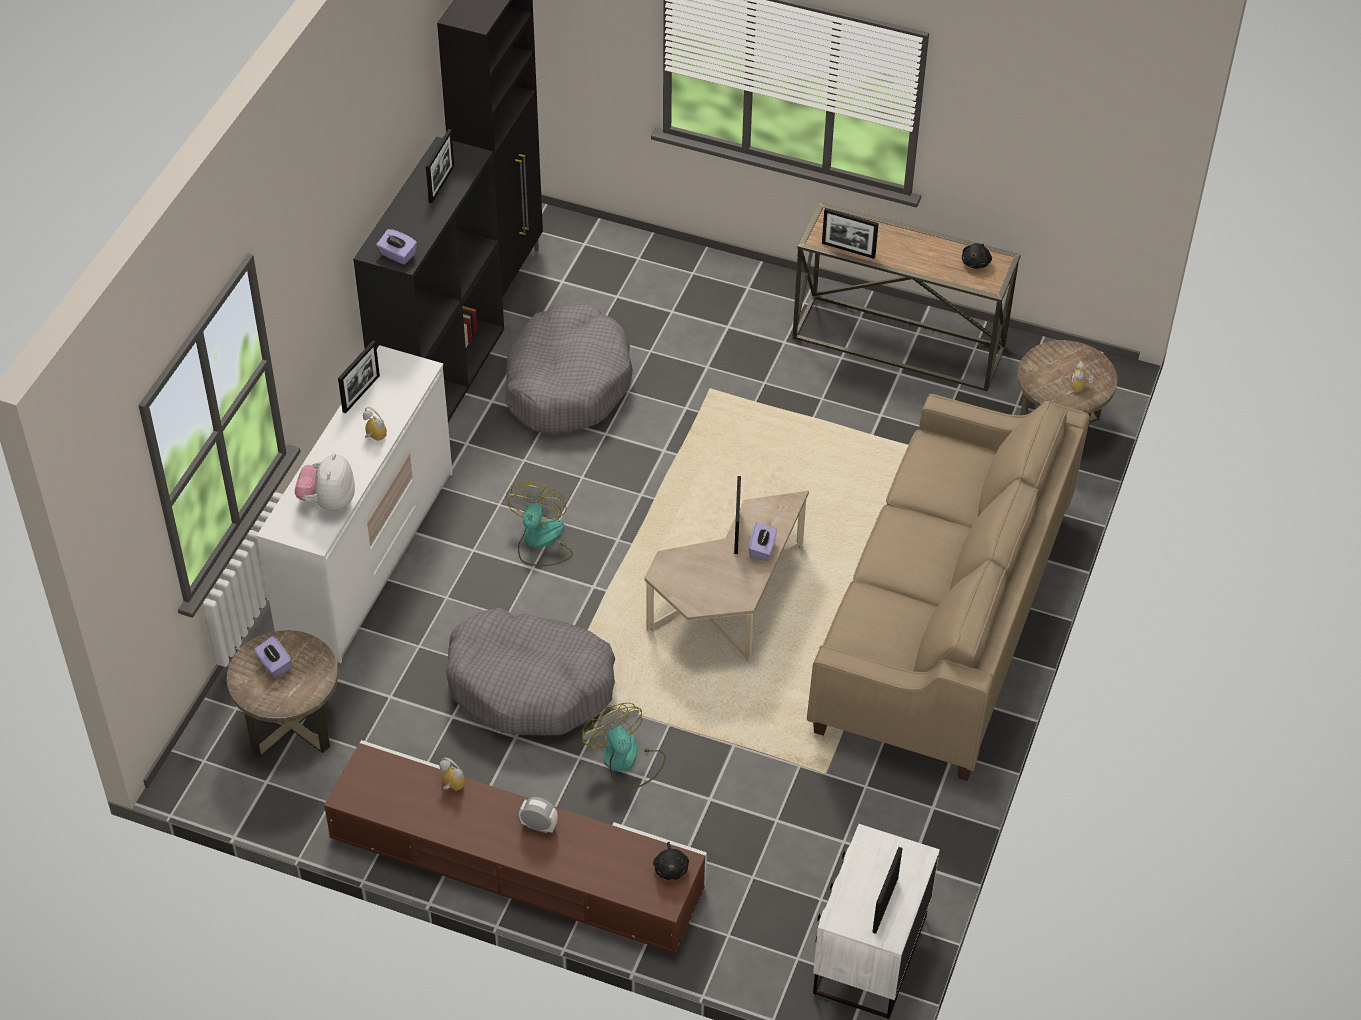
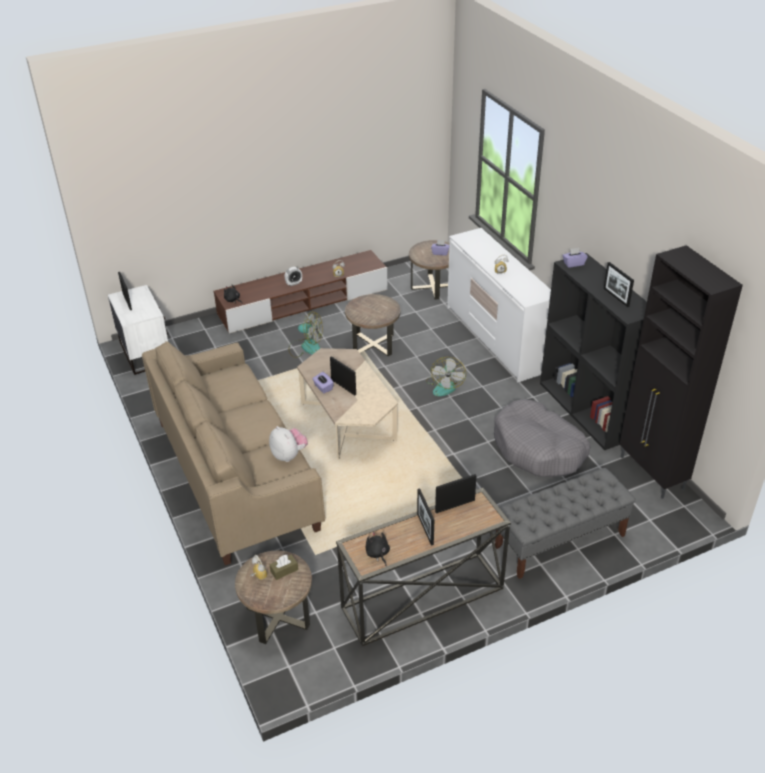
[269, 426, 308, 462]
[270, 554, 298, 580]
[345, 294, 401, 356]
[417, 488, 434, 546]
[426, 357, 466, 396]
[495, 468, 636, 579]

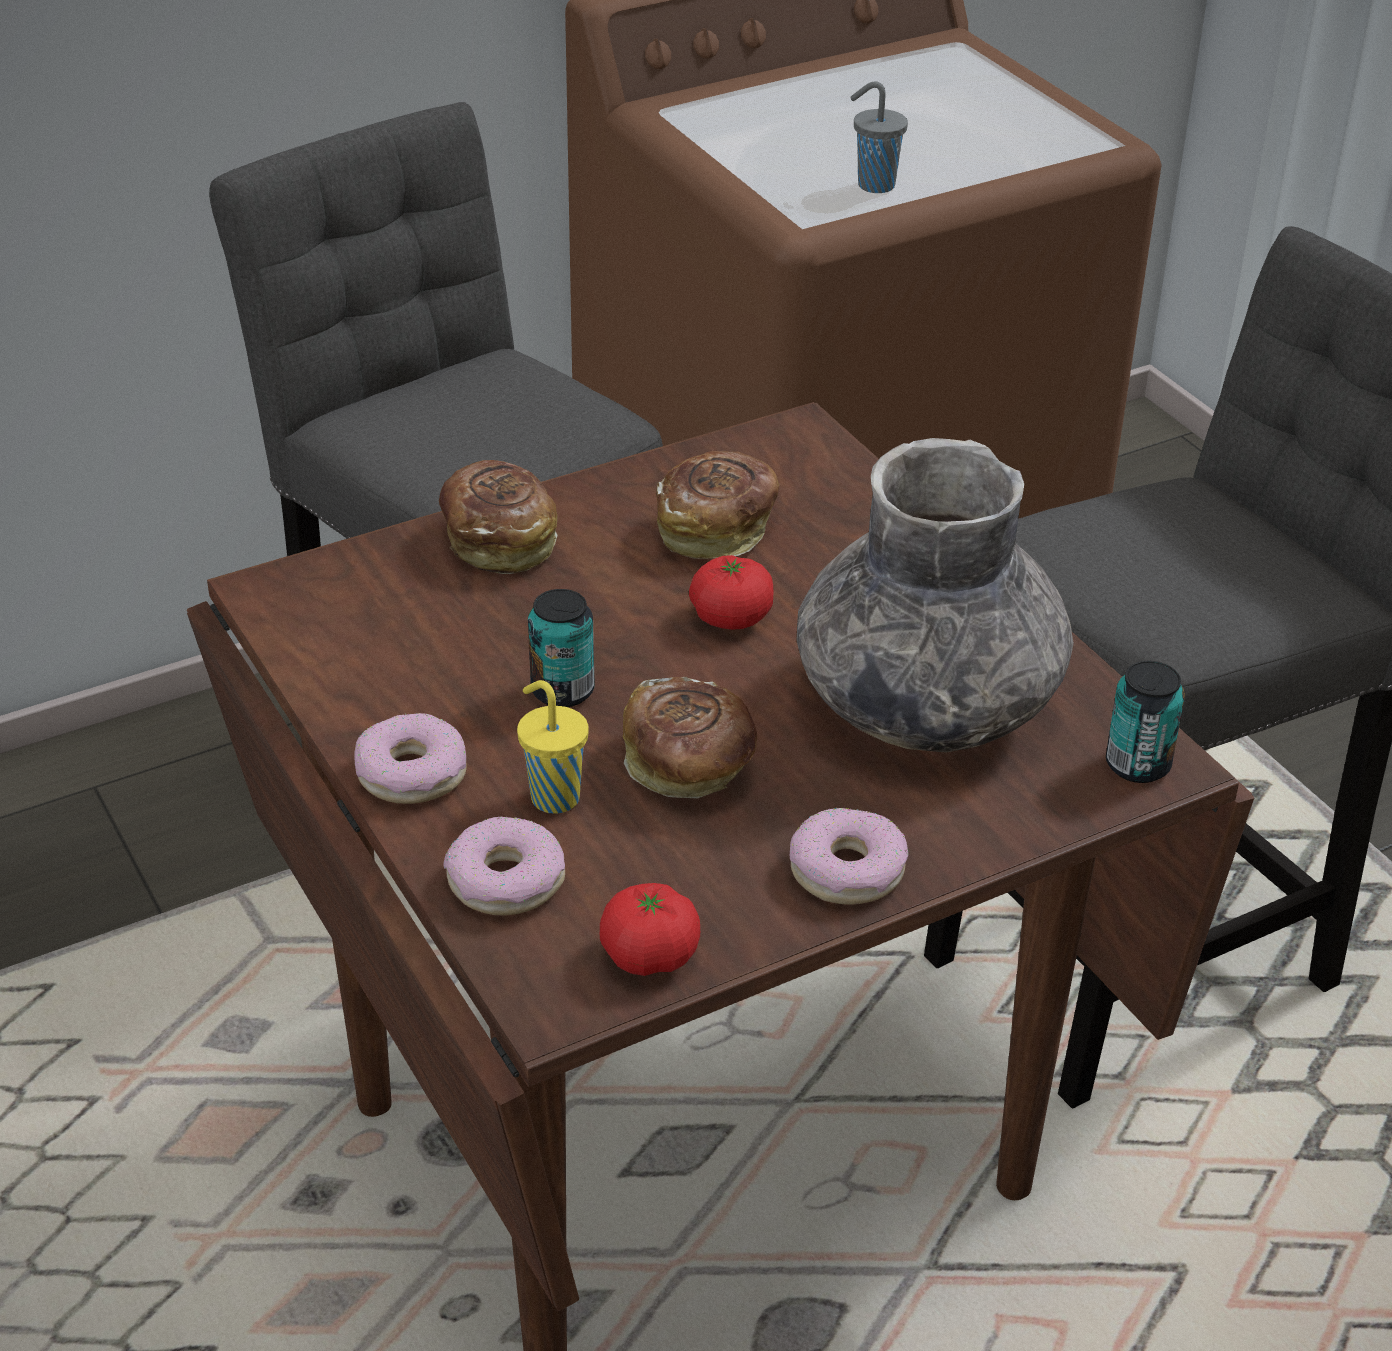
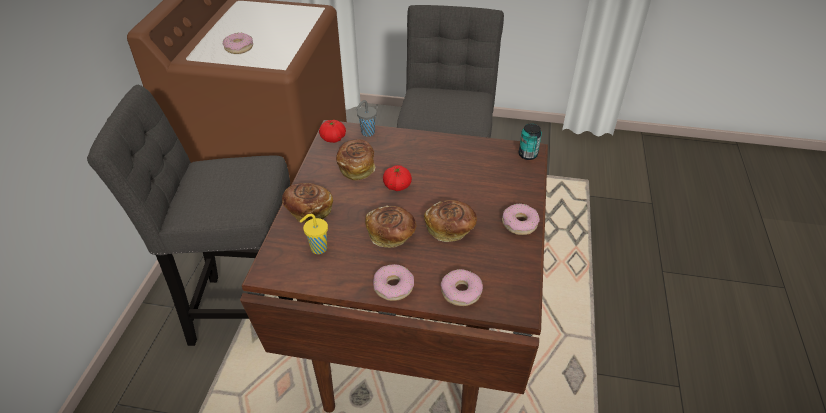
[223, 33, 253, 54]
[300, 214, 328, 254]
[319, 120, 346, 143]
[356, 100, 377, 137]
[365, 206, 417, 248]
[796, 438, 1074, 753] (first image)

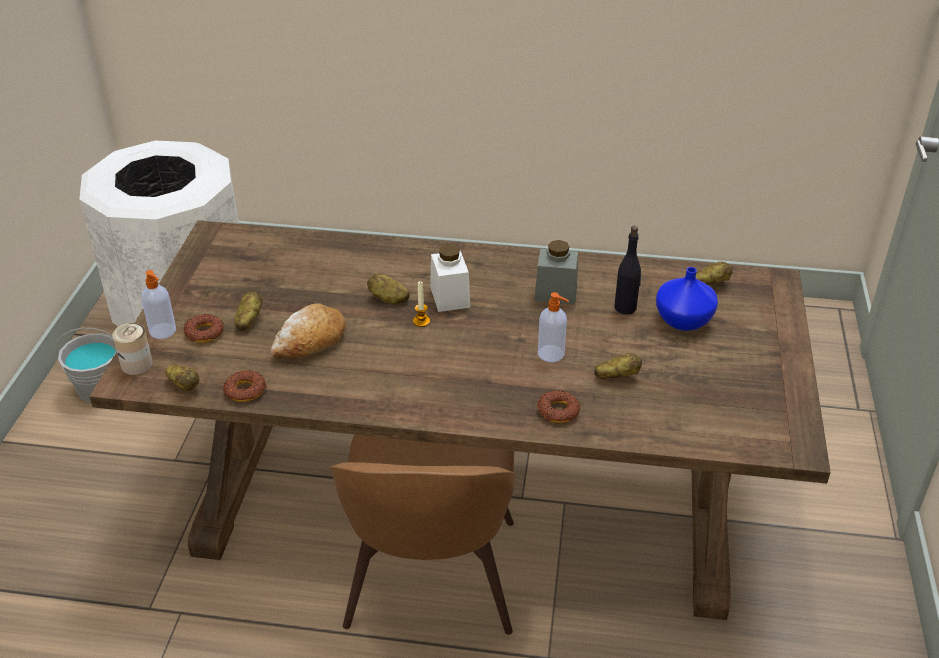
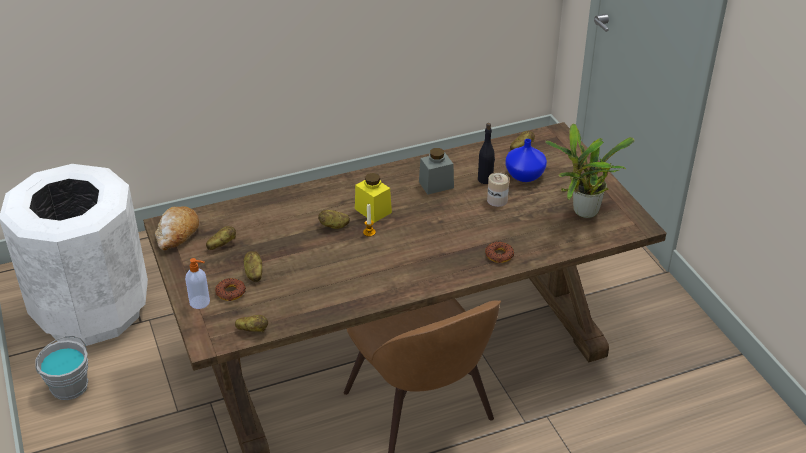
[155, 206, 199, 250]
[206, 226, 236, 250]
[355, 173, 392, 223]
[487, 172, 509, 207]
[545, 123, 635, 218]
[223, 370, 266, 402] (first image)
[538, 292, 569, 362] (first image)

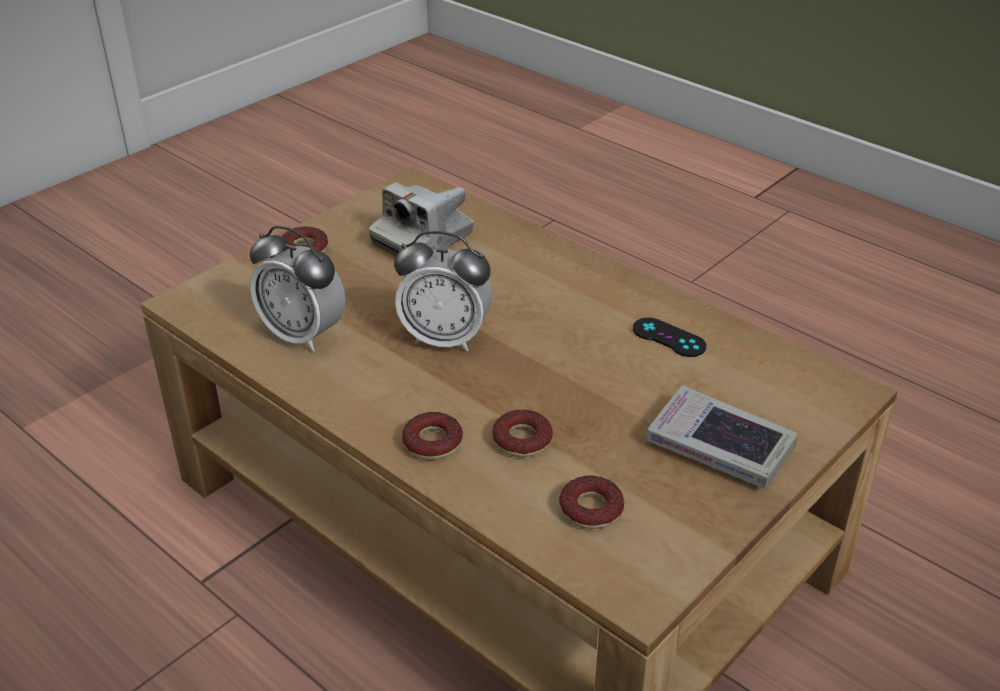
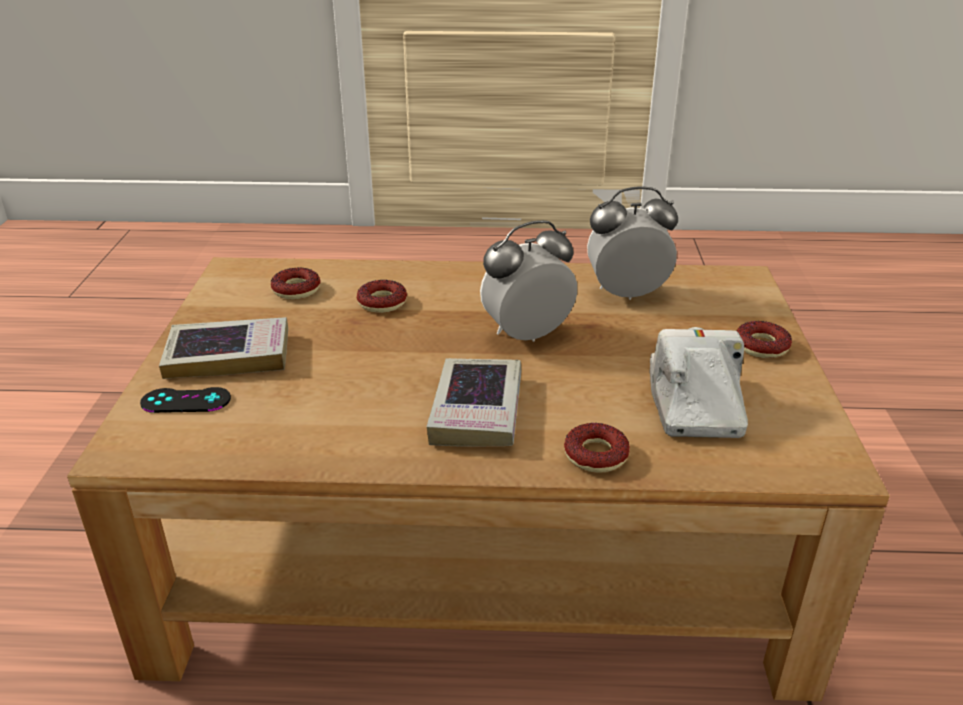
[140, 387, 231, 413]
[427, 358, 522, 447]
[564, 423, 630, 473]

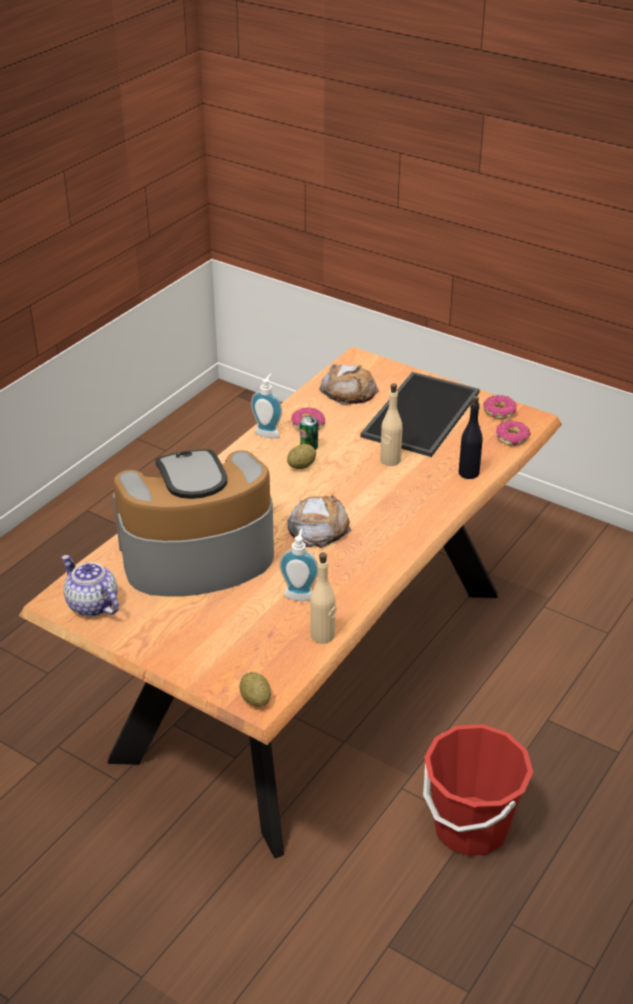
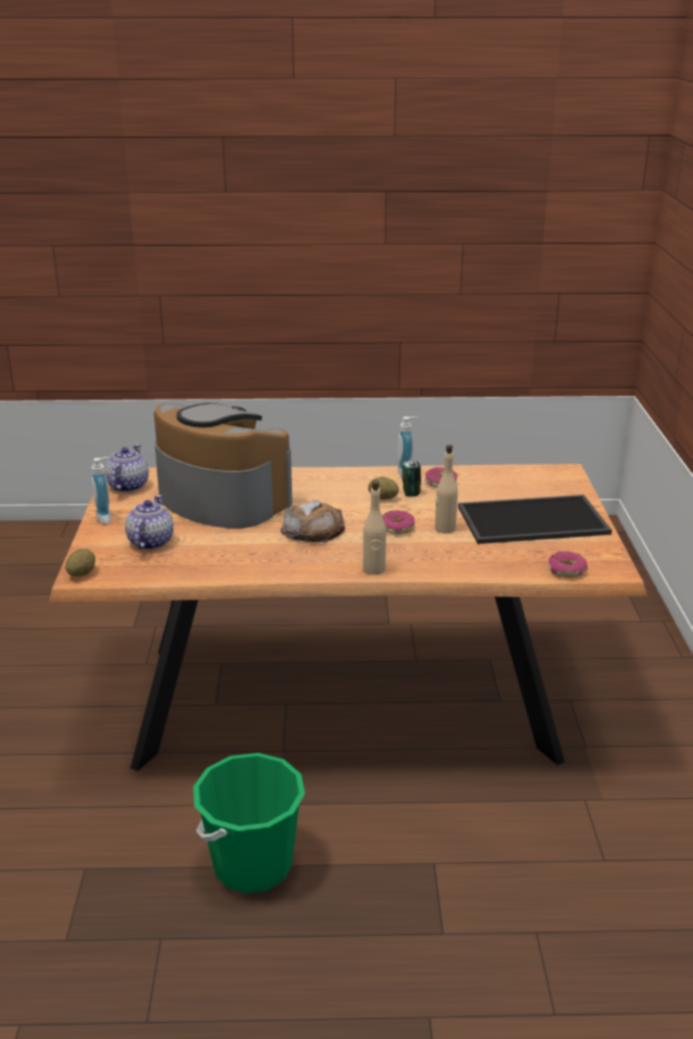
[91, 457, 111, 524]
[125, 495, 174, 550]
[193, 753, 305, 894]
[363, 481, 386, 575]
[382, 510, 415, 534]
[319, 364, 379, 405] (first image)
[459, 396, 482, 479] (first image)

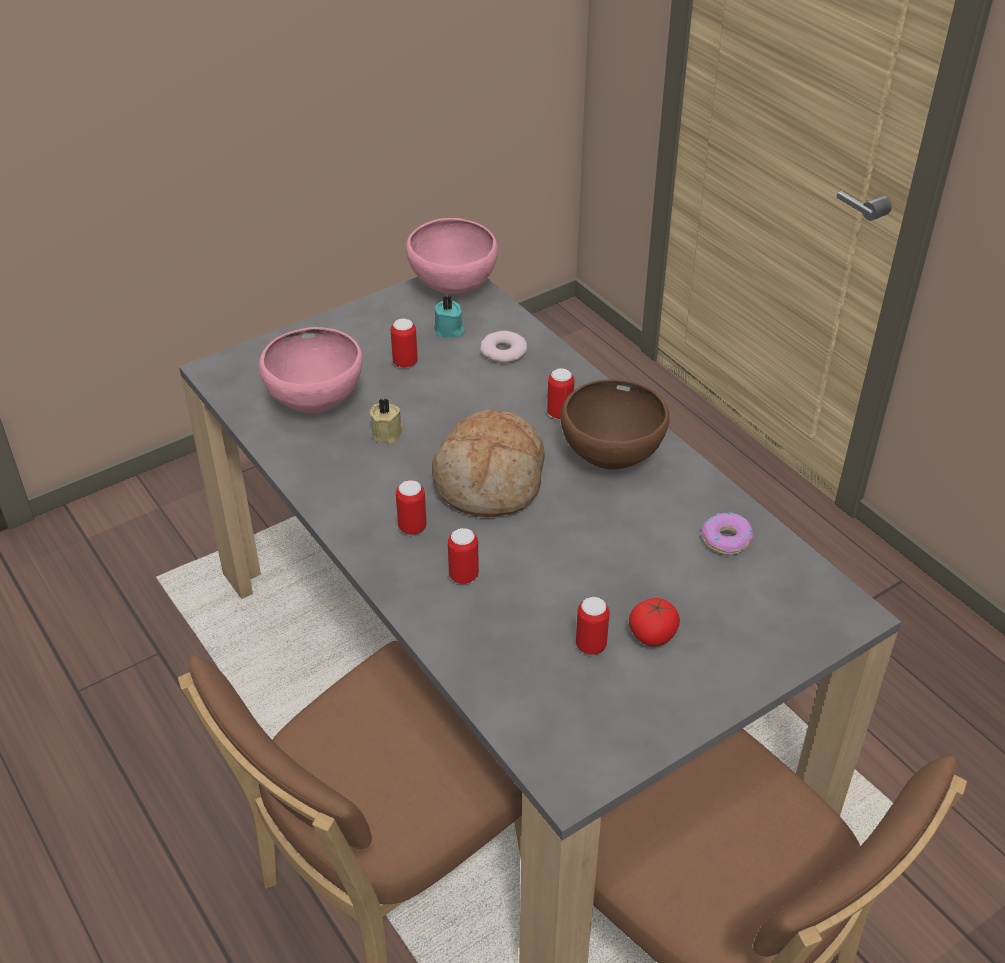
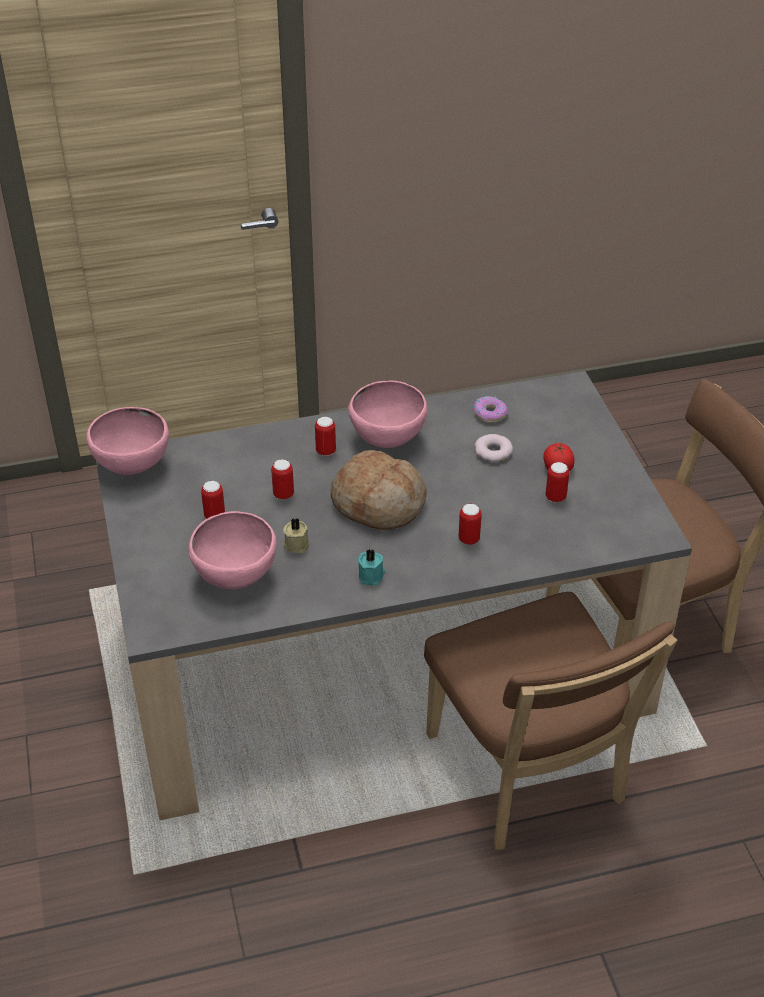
[271, 459, 294, 500]
[348, 380, 427, 448]
[358, 549, 385, 586]
[474, 434, 513, 462]

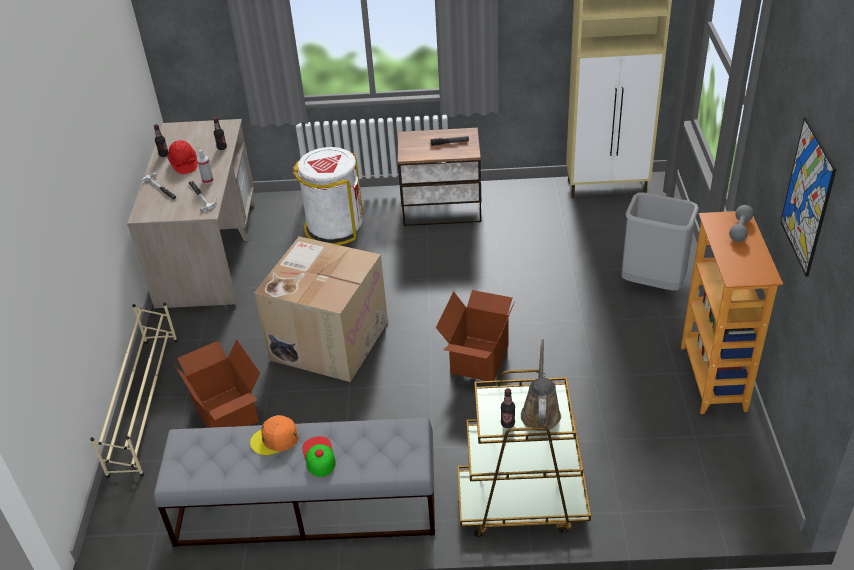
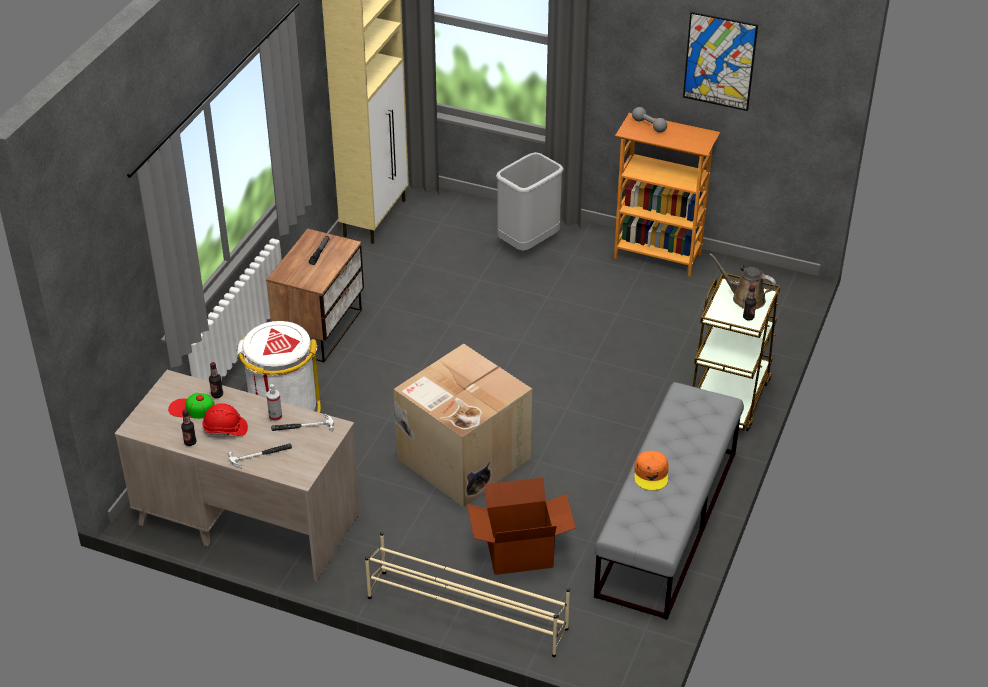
[168, 393, 215, 419]
[436, 290, 515, 381] (first image)

